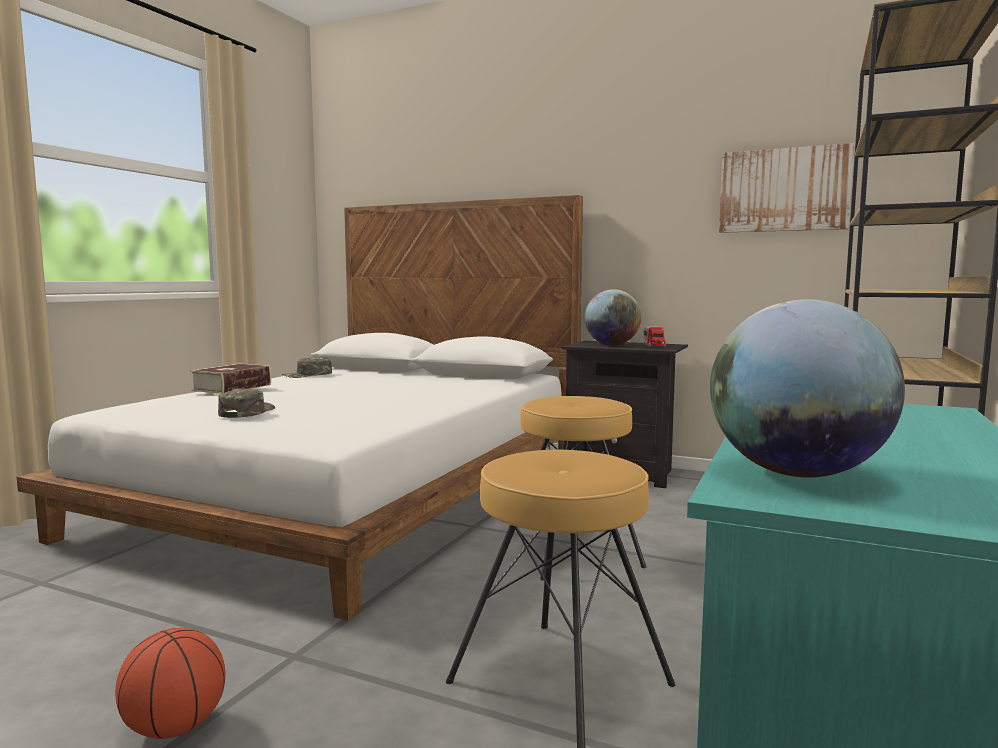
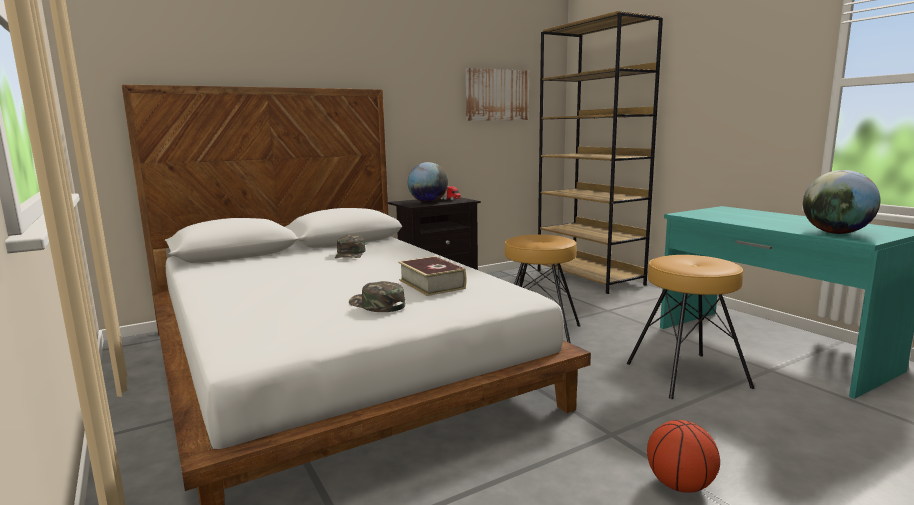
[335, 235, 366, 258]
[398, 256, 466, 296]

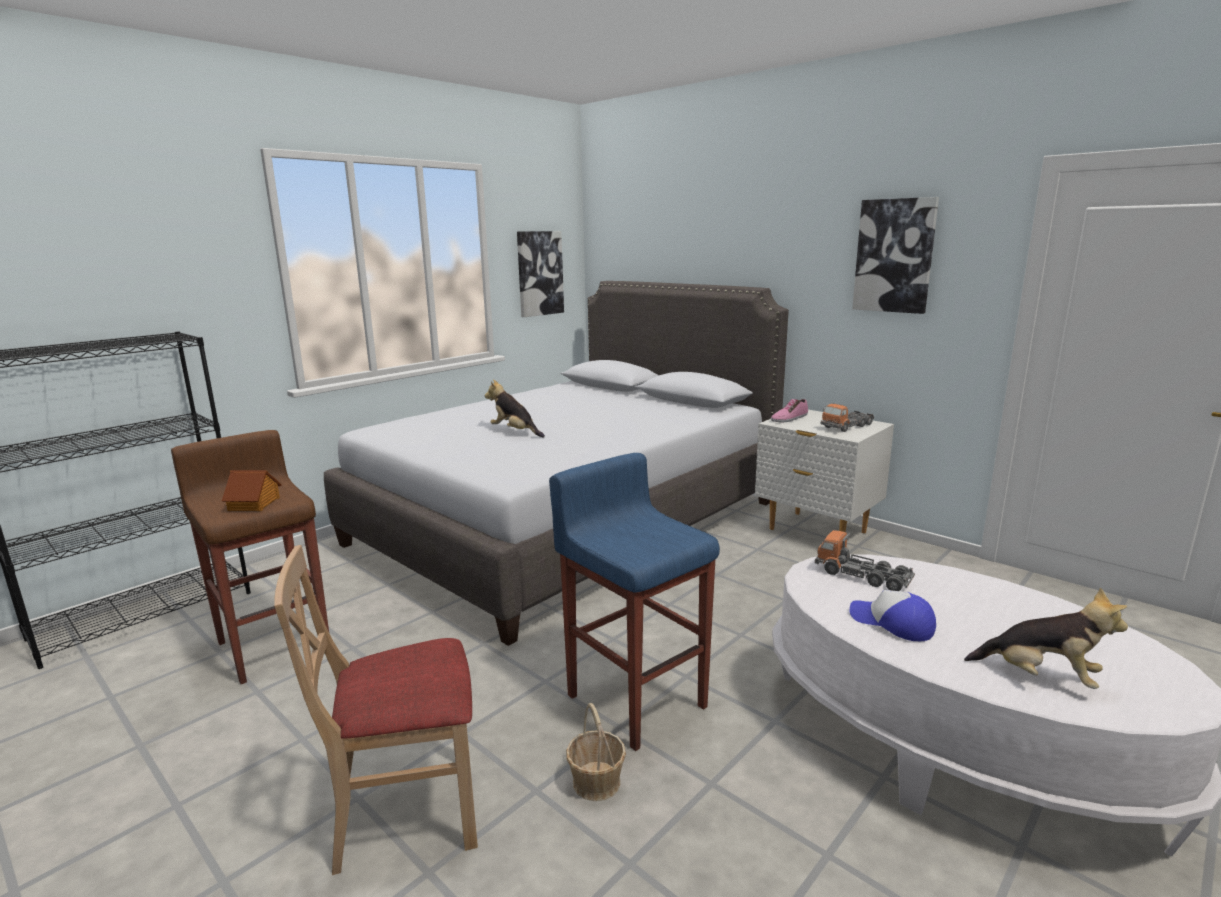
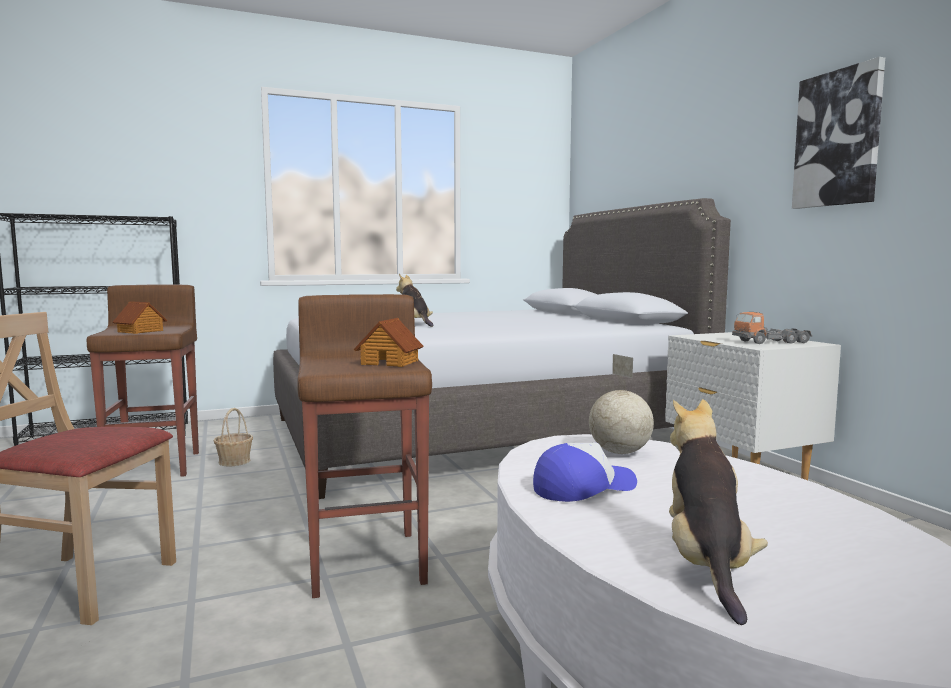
[214, 408, 253, 466]
[297, 294, 432, 598]
[354, 318, 423, 367]
[533, 443, 637, 502]
[589, 354, 654, 454]
[669, 399, 768, 625]
[517, 231, 564, 317] (first image)
[771, 399, 808, 422] (first image)

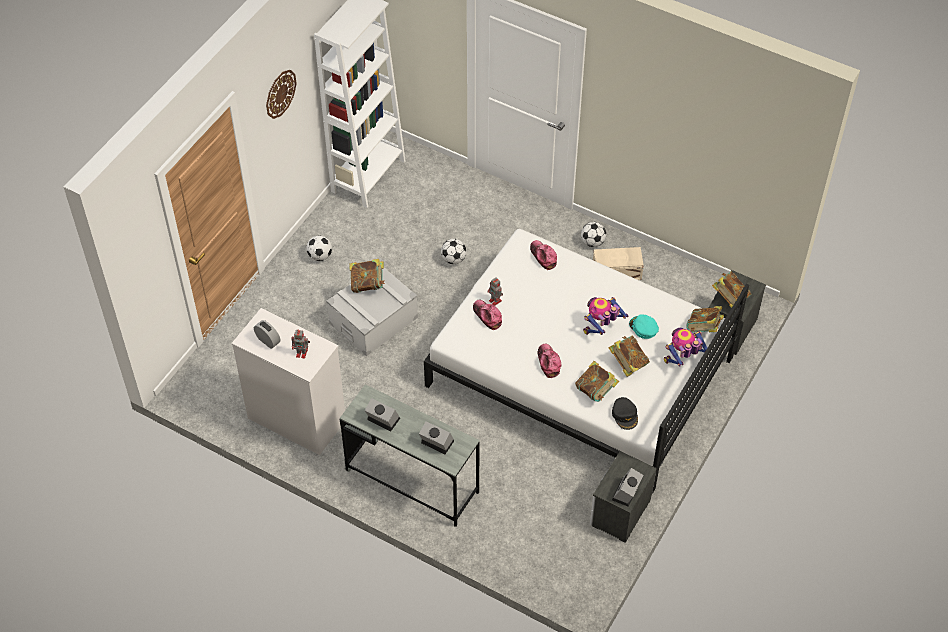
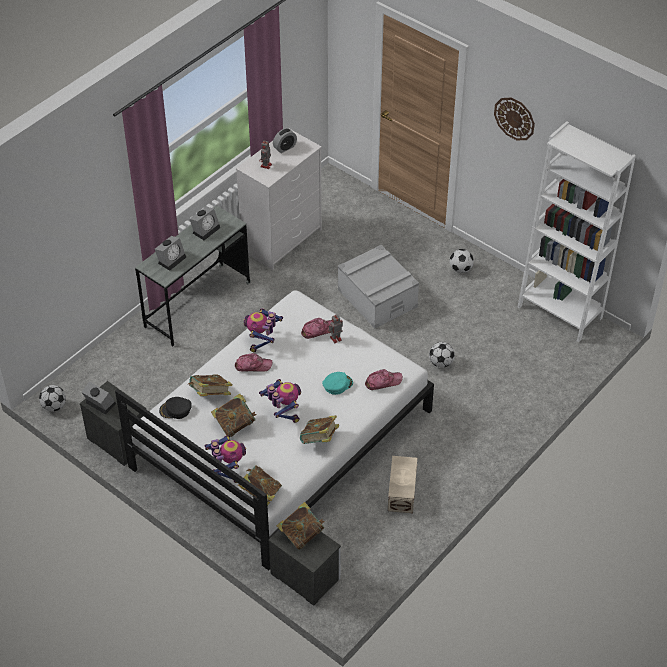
[39, 385, 66, 411]
[244, 308, 283, 352]
[300, 415, 339, 444]
[322, 372, 353, 395]

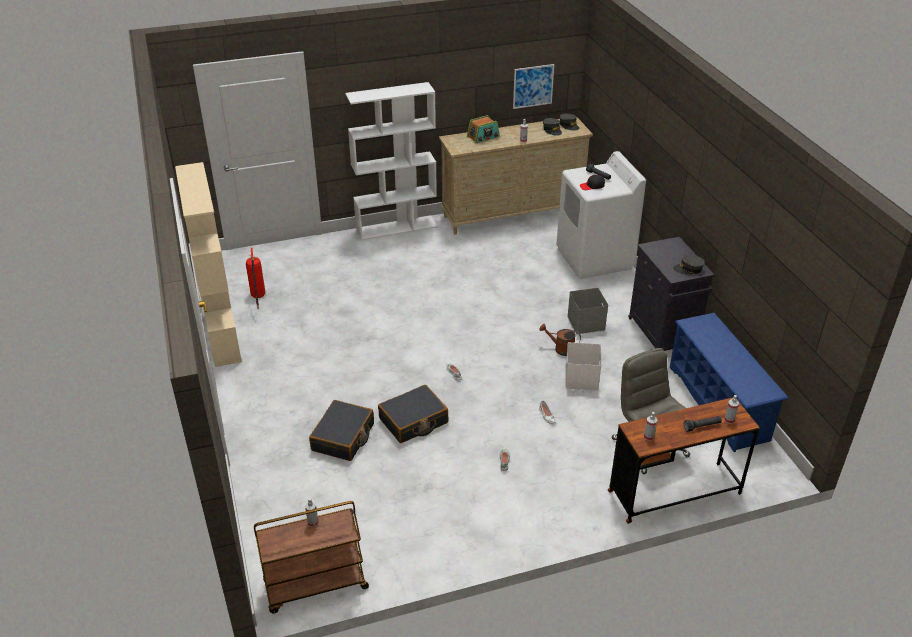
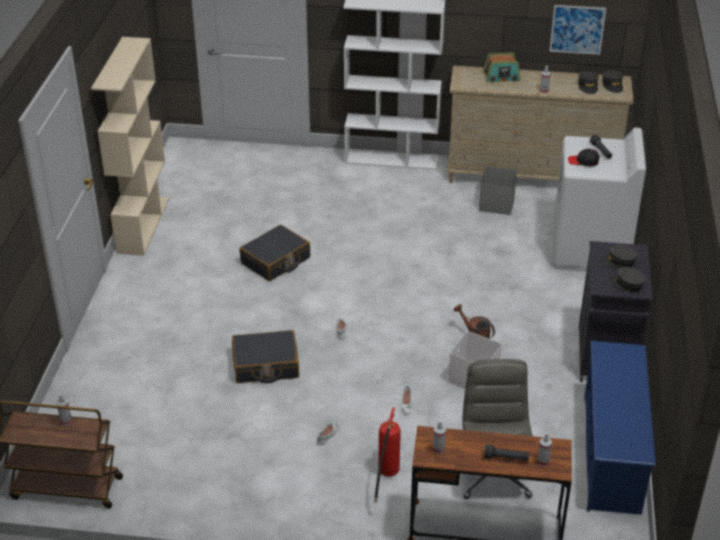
[239, 225, 310, 281]
[374, 408, 401, 503]
[479, 166, 517, 215]
[600, 245, 638, 269]

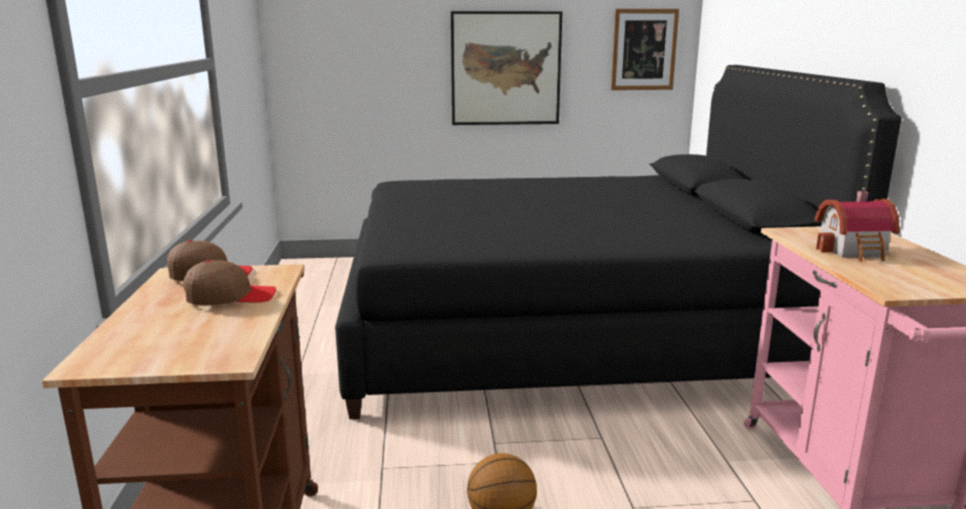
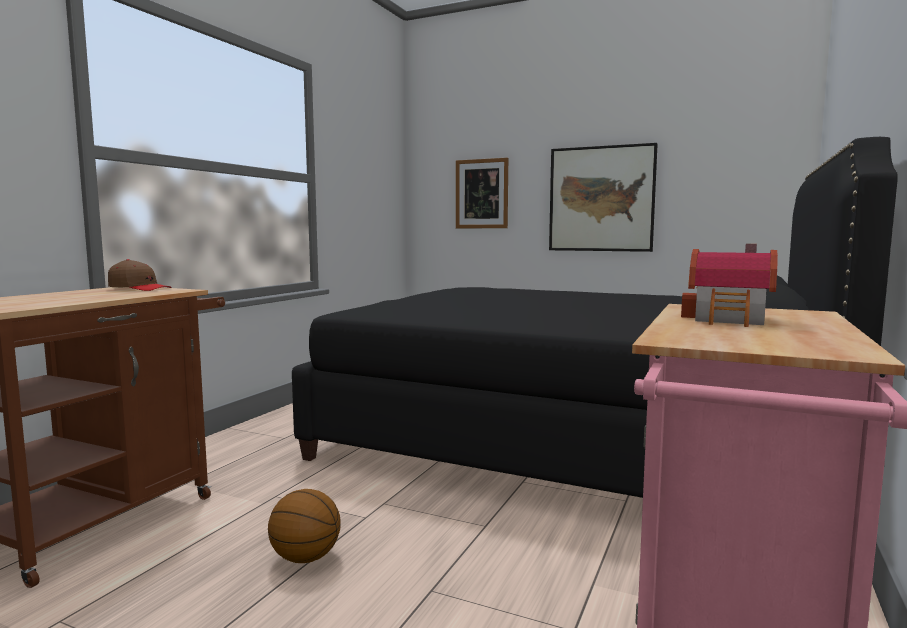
[456, 158, 508, 228]
[184, 260, 276, 306] (first image)

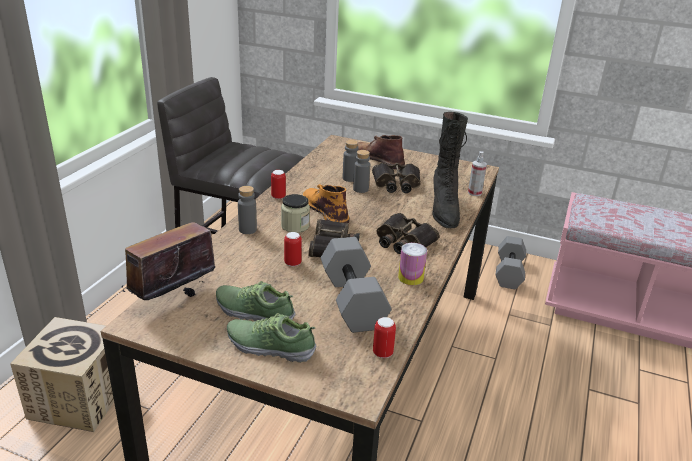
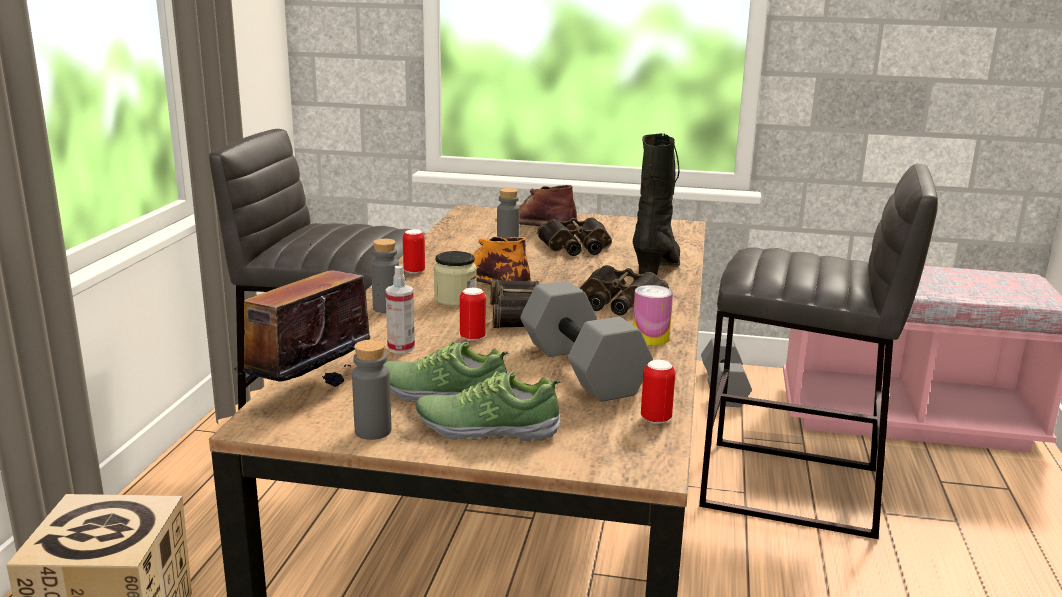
[352, 340, 391, 440]
[386, 266, 415, 354]
[633, 133, 680, 275]
[699, 164, 938, 539]

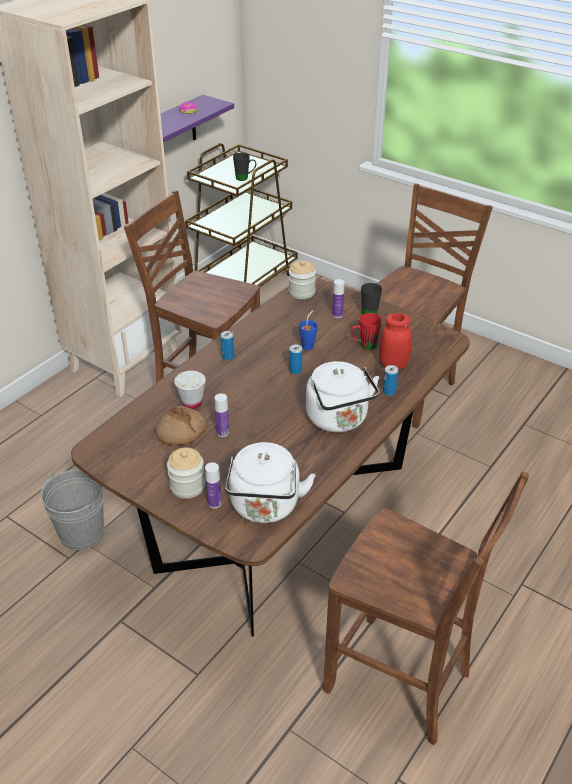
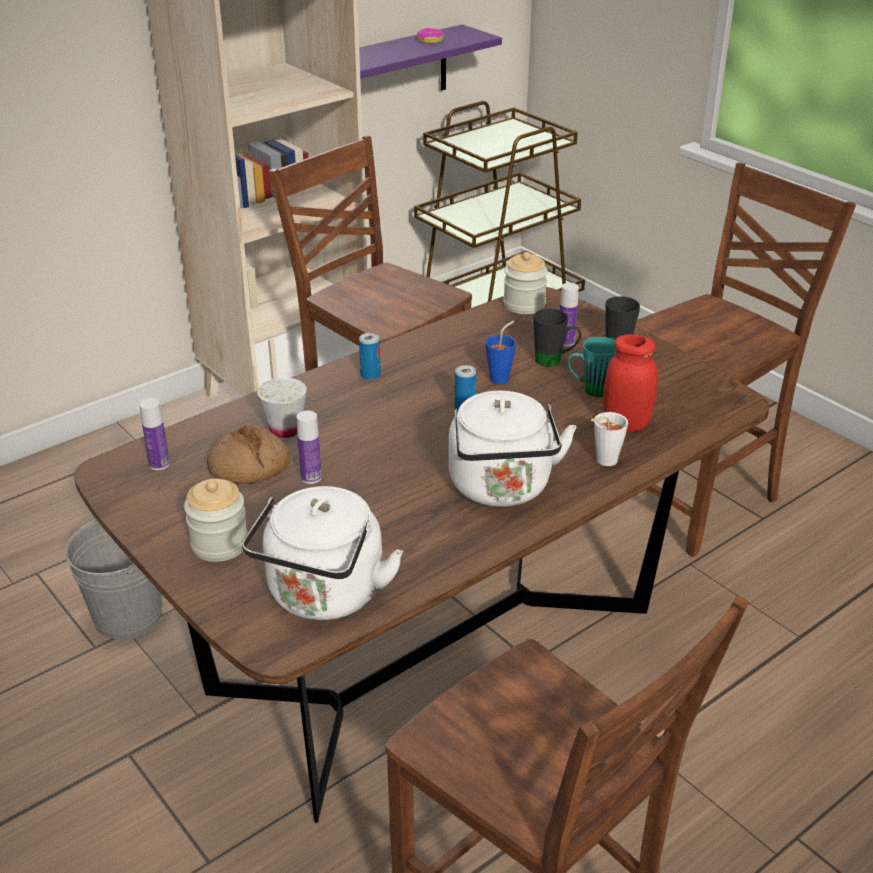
[139, 398, 170, 470]
[533, 309, 581, 367]
[567, 337, 616, 397]
[591, 412, 628, 466]

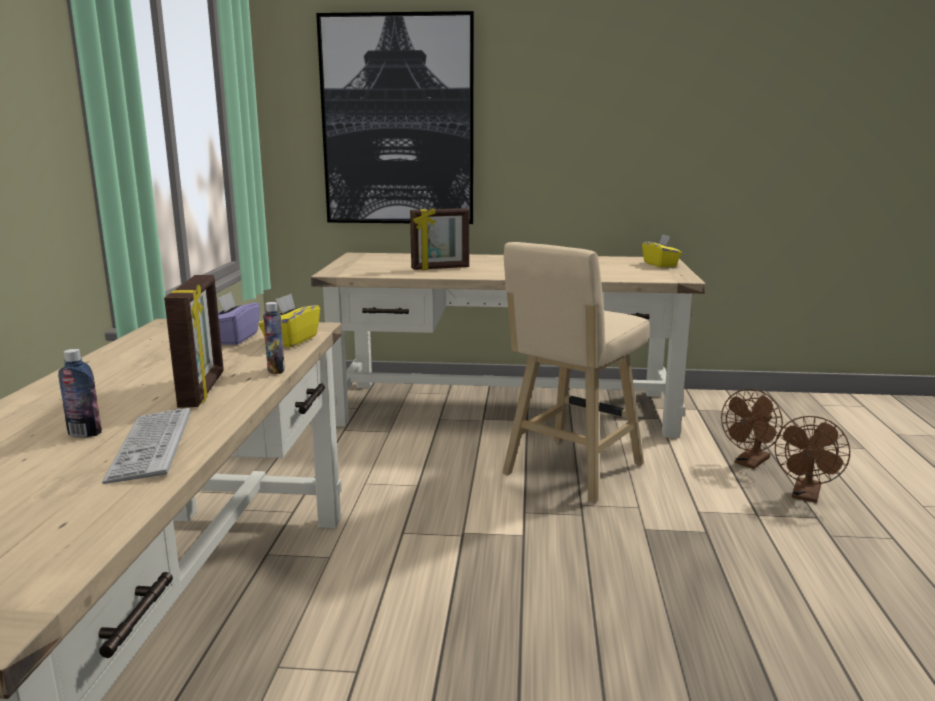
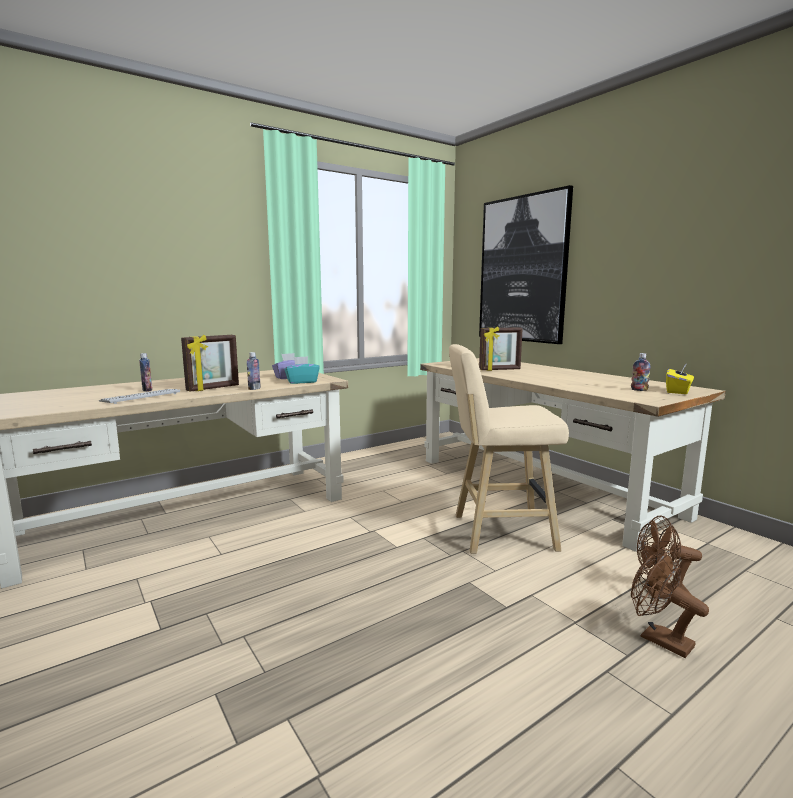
[284, 356, 320, 384]
[479, 326, 523, 371]
[631, 353, 651, 391]
[631, 550, 709, 658]

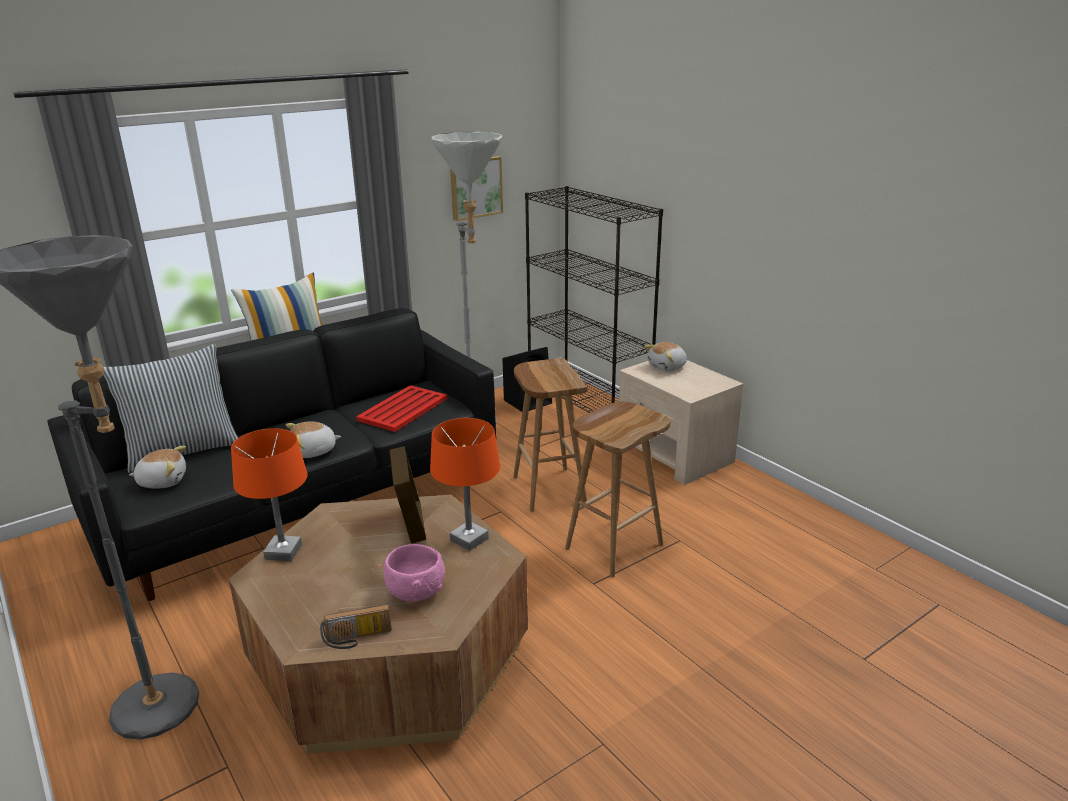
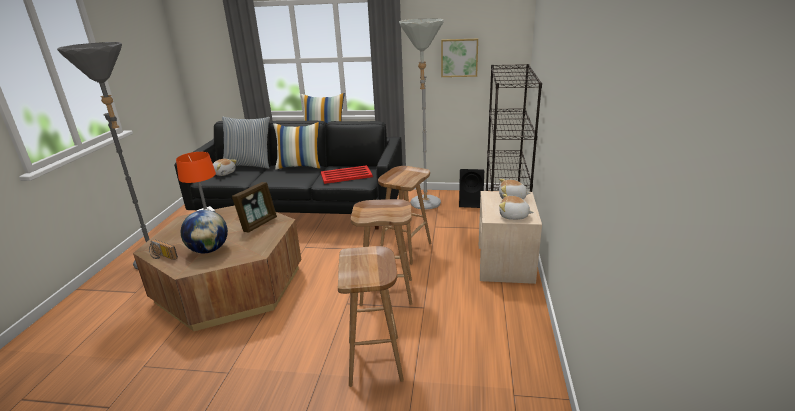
[181, 210, 228, 253]
[273, 122, 321, 170]
[338, 246, 404, 387]
[499, 194, 534, 220]
[430, 418, 500, 551] (first image)

